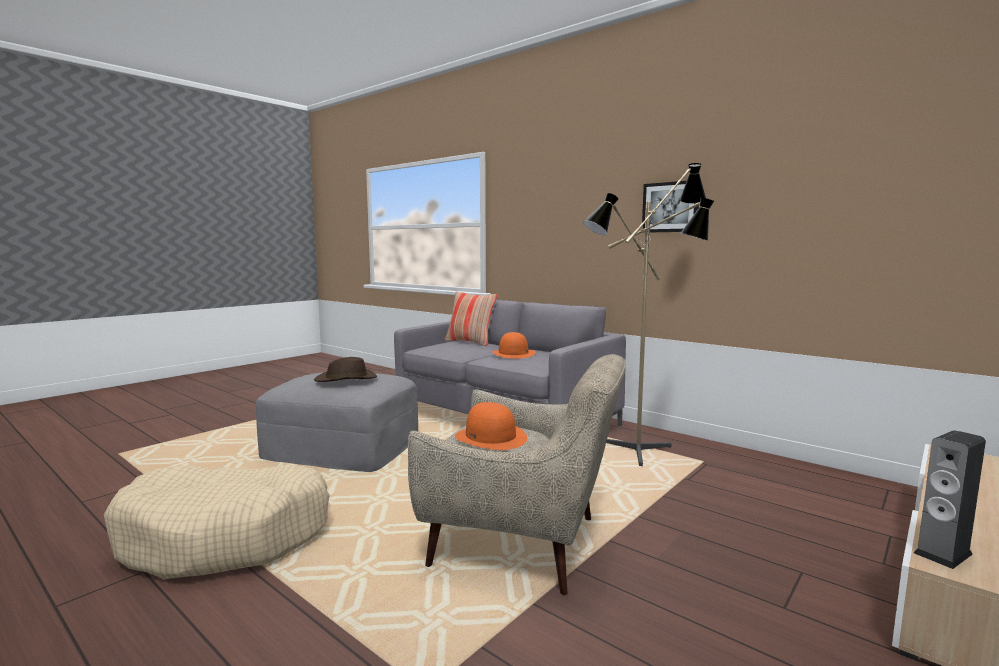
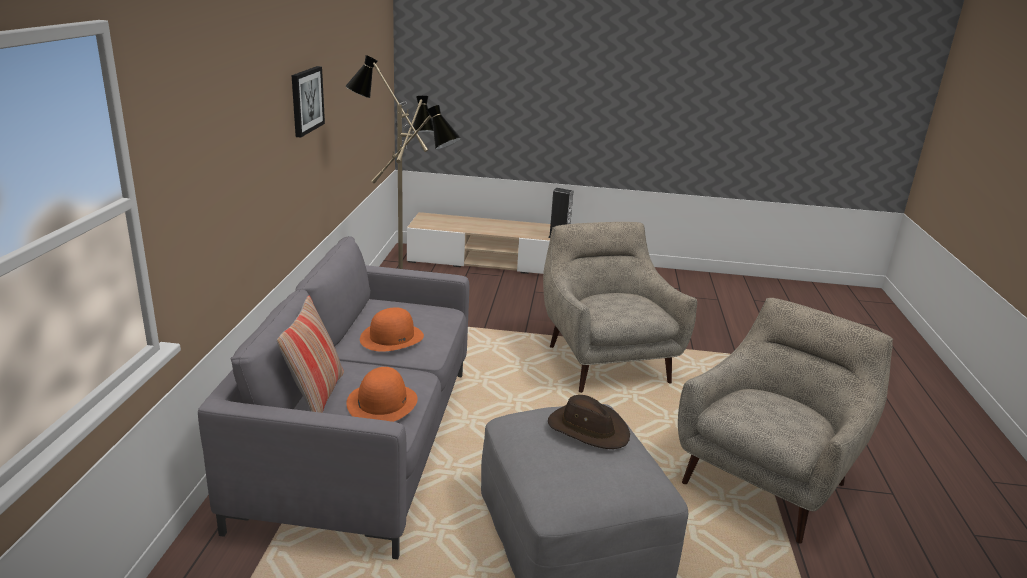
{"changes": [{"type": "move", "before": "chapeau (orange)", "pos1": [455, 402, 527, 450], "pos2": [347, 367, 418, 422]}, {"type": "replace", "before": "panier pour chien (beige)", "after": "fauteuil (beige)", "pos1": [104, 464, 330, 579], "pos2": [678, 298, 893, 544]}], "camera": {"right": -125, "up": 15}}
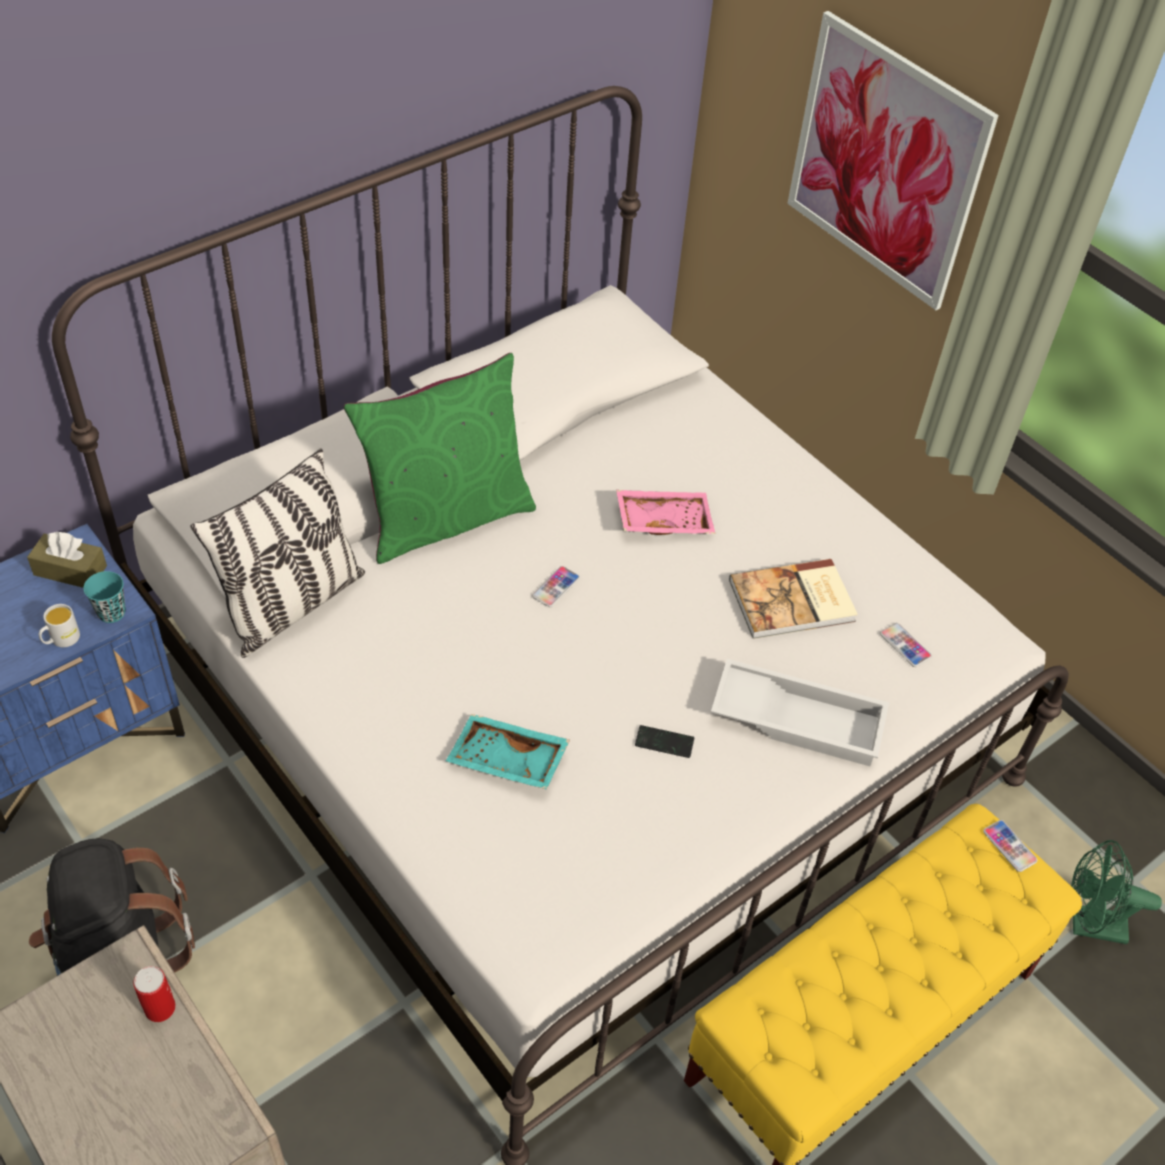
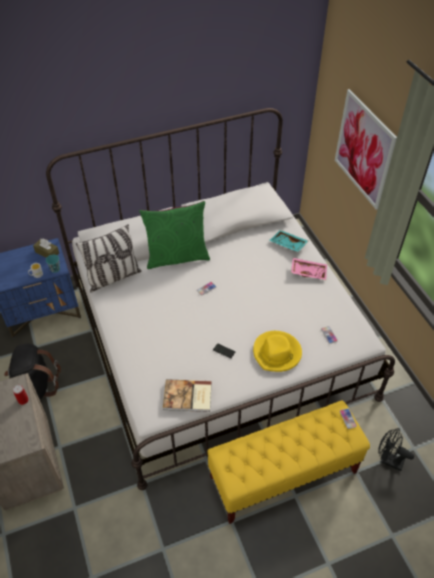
{"changes": [{"type": "move", "before": "livre", "pos1": [729, 559, 858, 639], "pos2": [163, 379, 212, 412]}, {"type": "replace", "before": "plateau (blanc)", "after": "chapeau (jaune)", "pos1": [711, 659, 889, 766], "pos2": [253, 331, 302, 372]}, {"type": "move", "before": "plateau (turquoise)", "pos1": [446, 714, 570, 790], "pos2": [269, 230, 308, 252]}, {"type": "move", "before": "plateau (rose)", "pos1": [616, 490, 715, 535], "pos2": [291, 258, 327, 280]}, {"type": "recolor", "before": "ventilateur (vert)", "after": "ventilateur (noir)", "pos1": [1071, 840, 1162, 944], "pos2": [378, 428, 414, 471]}], "camera": {"right": 20, "up": 0}}
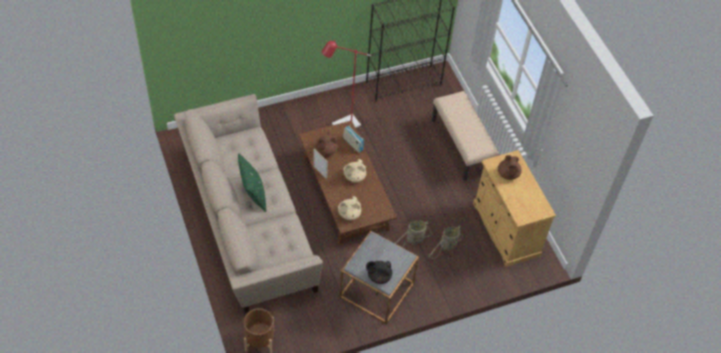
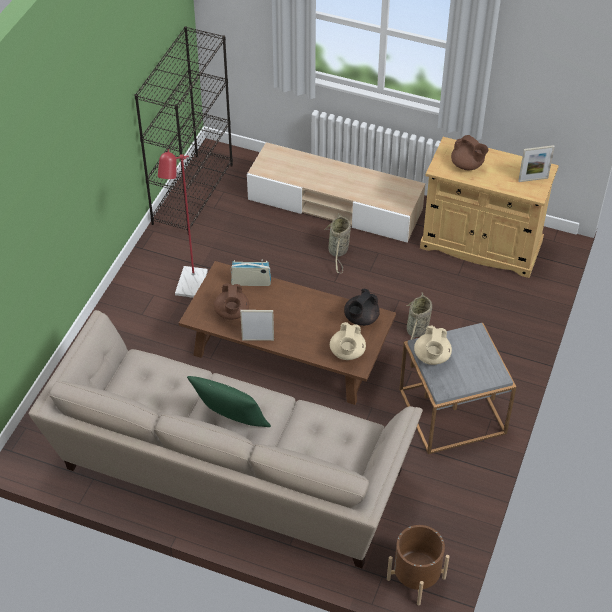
{"changes": [{"type": "replace", "before": "banc (beige)", "after": "meuble télé (beige)", "pos1": [432, 91, 499, 181], "pos2": [247, 142, 425, 243]}, {"type": "move", "before": "panier", "pos1": [429, 225, 463, 259], "pos2": [324, 213, 351, 273]}, {"type": "move", "before": "théière (noir)", "pos1": [366, 261, 392, 284], "pos2": [344, 289, 380, 326]}, {"type": "move", "before": "théière (beige)", "pos1": [343, 159, 366, 182], "pos2": [414, 326, 452, 365]}, {"type": "insert", "after": "cadre photo", "pos2": [518, 145, 555, 182]}], "camera": {"right": -45, "up": -5}}
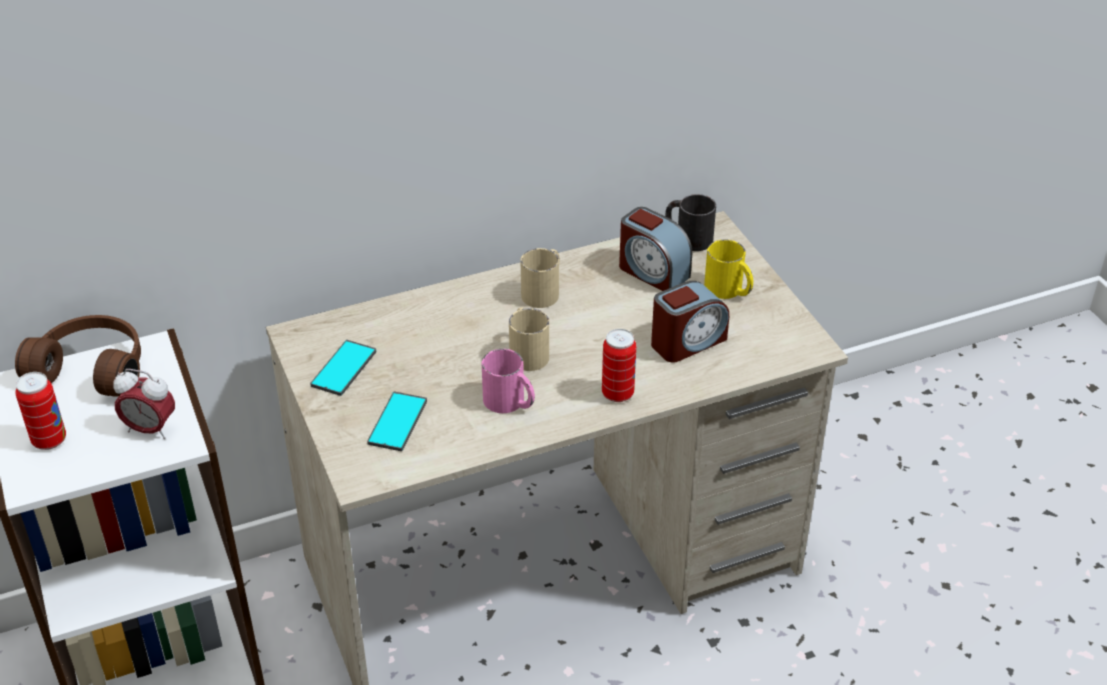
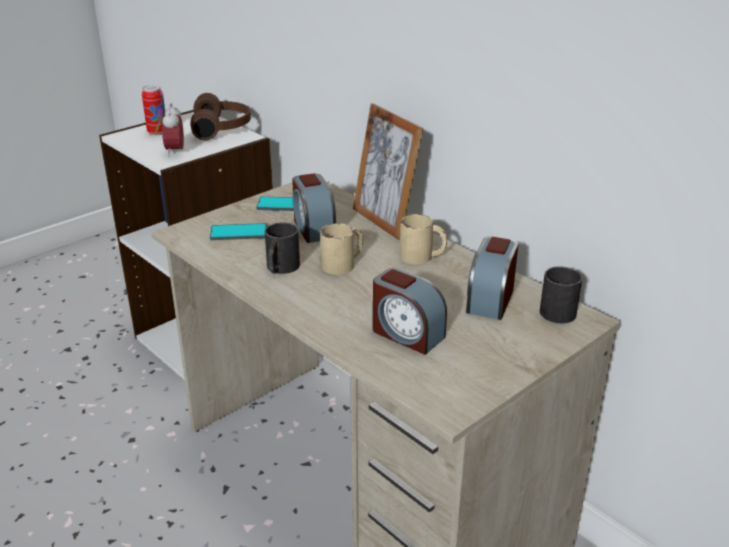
{"changes": [{"type": "recolor", "before": "mug (rose)", "after": "mug (noir)", "pos1": [482, 349, 535, 413], "pos2": [265, 222, 300, 274]}, {"type": "insert", "after": "réveil", "pos2": [292, 173, 336, 243]}, {"type": "insert", "after": "cadre photo", "pos2": [353, 103, 423, 240]}, {"type": "delete", "before": "boîte métallique", "pos1": [602, 329, 636, 402]}, {"type": "delete", "before": "mug (jaune)", "pos1": [704, 240, 753, 299]}], "camera": {"right": 70, "up": -10}}
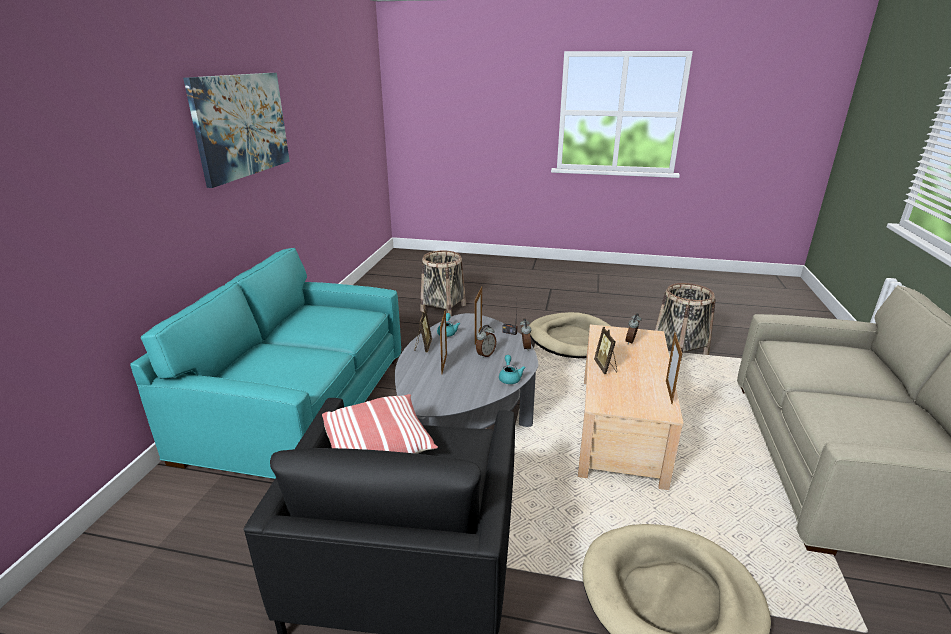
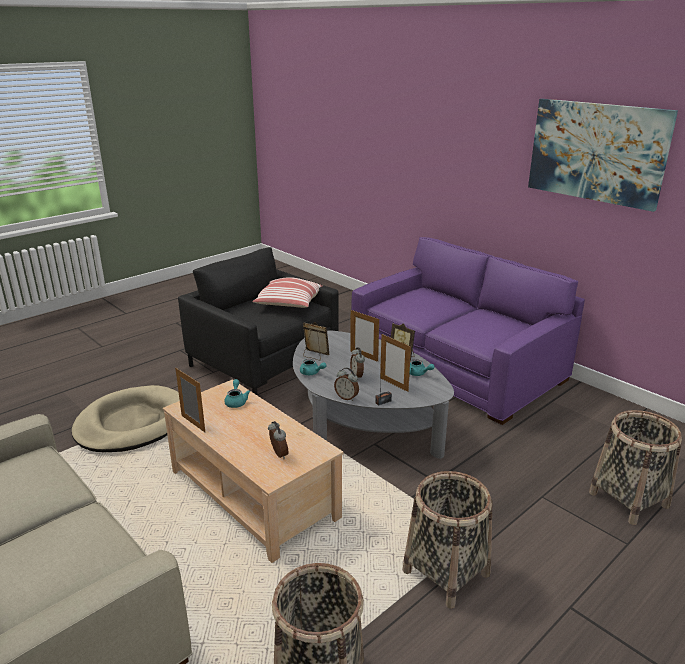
{"changes": [{"type": "insert", "after": "théière (turquoise)", "pos2": [224, 379, 251, 408]}, {"type": "move", "before": "cadre photo", "pos1": [594, 327, 617, 374], "pos2": [303, 322, 329, 360]}, {"type": "recolor", "before": "canapé (turquoise)", "after": "canapé (violet)", "pos1": [130, 248, 401, 479], "pos2": [351, 237, 585, 425]}, {"type": "replace", "before": "panier pour chien (beige)", "after": "panier", "pos1": [529, 312, 610, 358], "pos2": [402, 471, 493, 609]}], "camera": {"right": 125, "up": 0}}
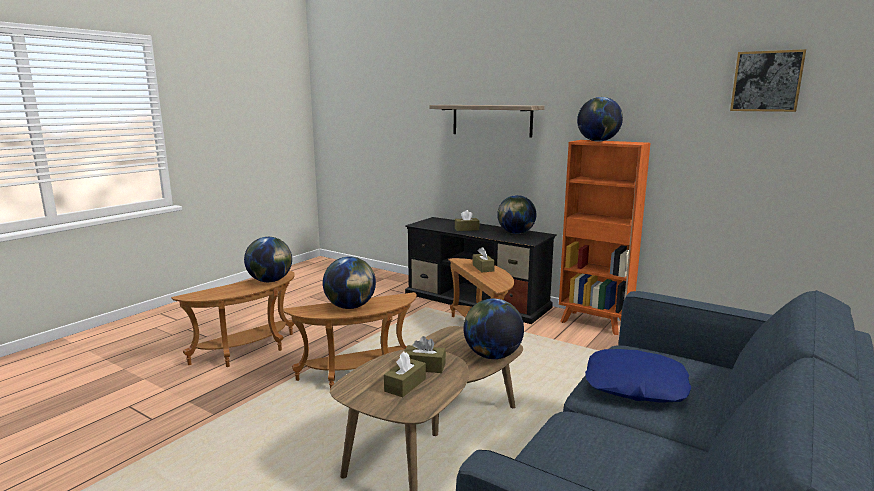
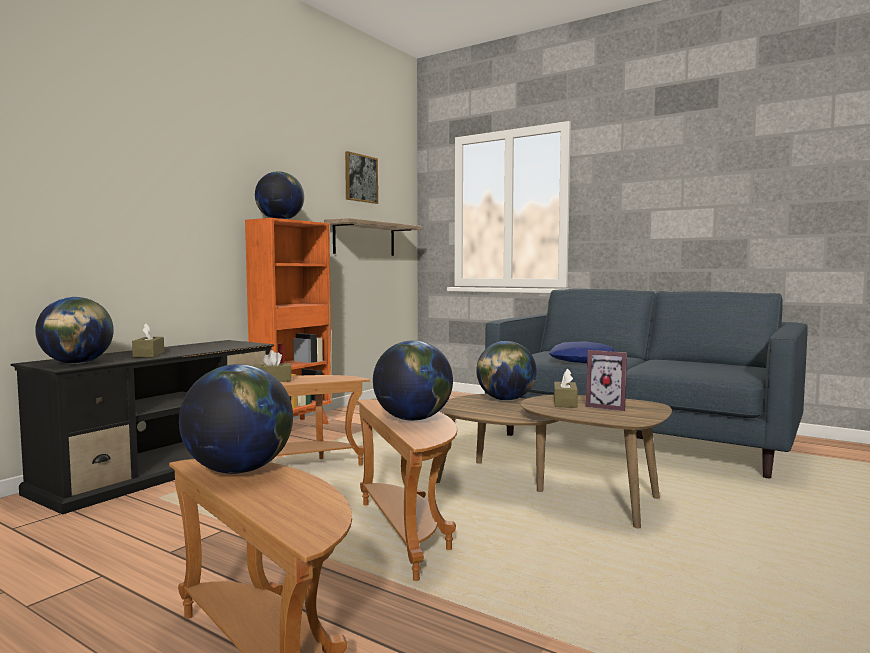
{"changes": [{"type": "move", "before": "globe", "pos1": [497, 195, 536, 234], "pos2": [35, 297, 114, 364]}, {"type": "move", "before": "étagère", "pos1": [429, 105, 545, 138], "pos2": [324, 218, 422, 256]}, {"type": "replace", "before": "boîte à mouchoirs (marron)", "after": "cadre photo", "pos1": [384, 352, 426, 397], "pos2": [586, 350, 627, 411]}], "camera": {"right": -90, "up": -10}}
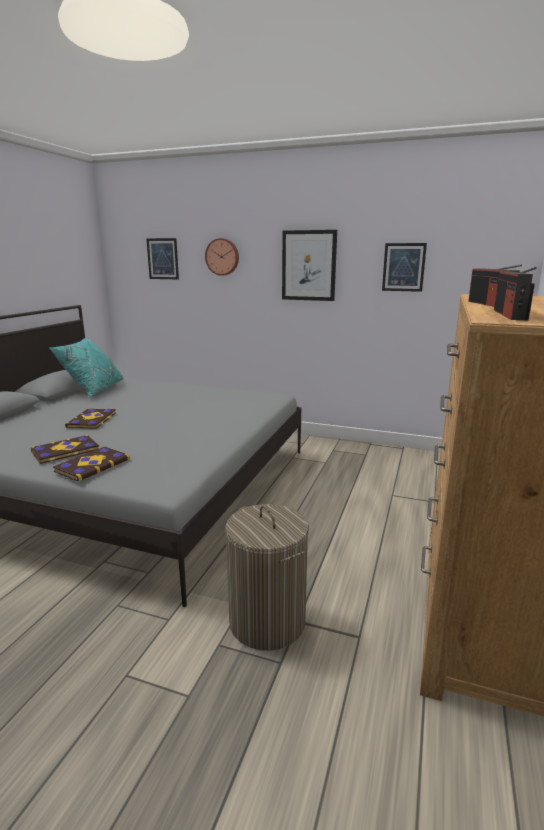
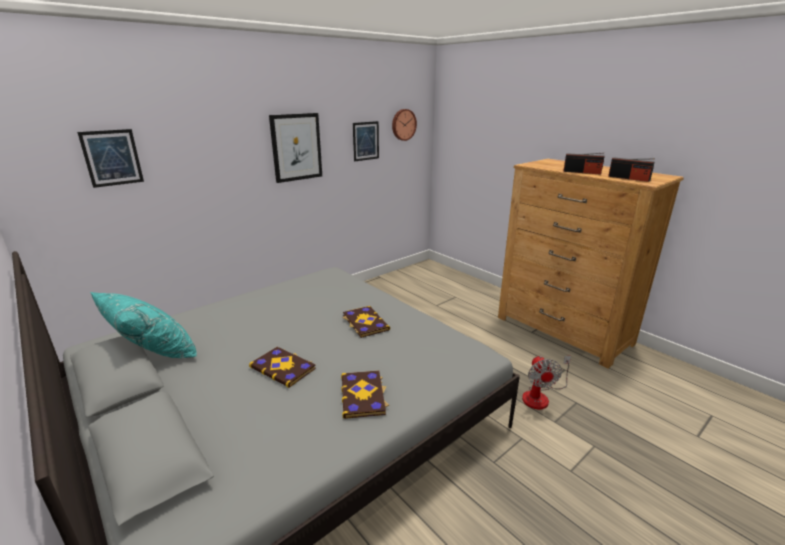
{"changes": [{"type": "move", "before": "livre", "pos1": [53, 447, 130, 482], "pos2": [342, 306, 390, 338]}, {"type": "move", "before": "horloge murale", "pos1": [205, 238, 239, 276], "pos2": [392, 109, 417, 141]}, {"type": "replace", "before": "panier à linge", "after": "ventilateur", "pos1": [225, 504, 309, 651], "pos2": [522, 356, 571, 409]}], "camera": {"right": -60, "up": 5}}
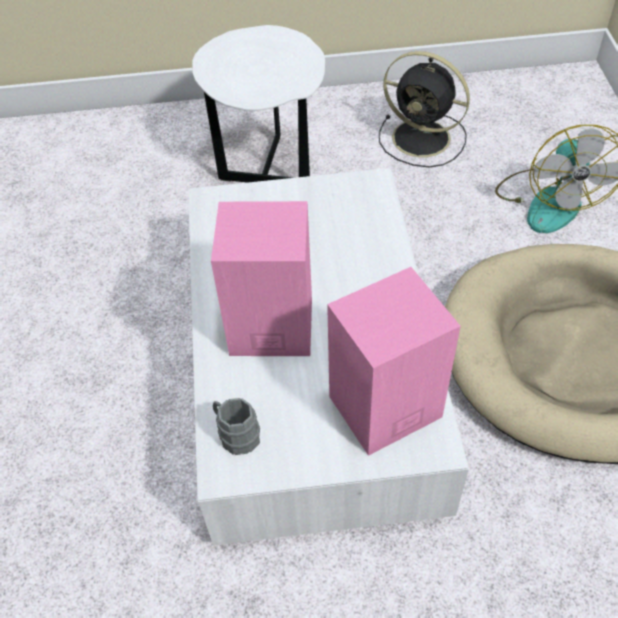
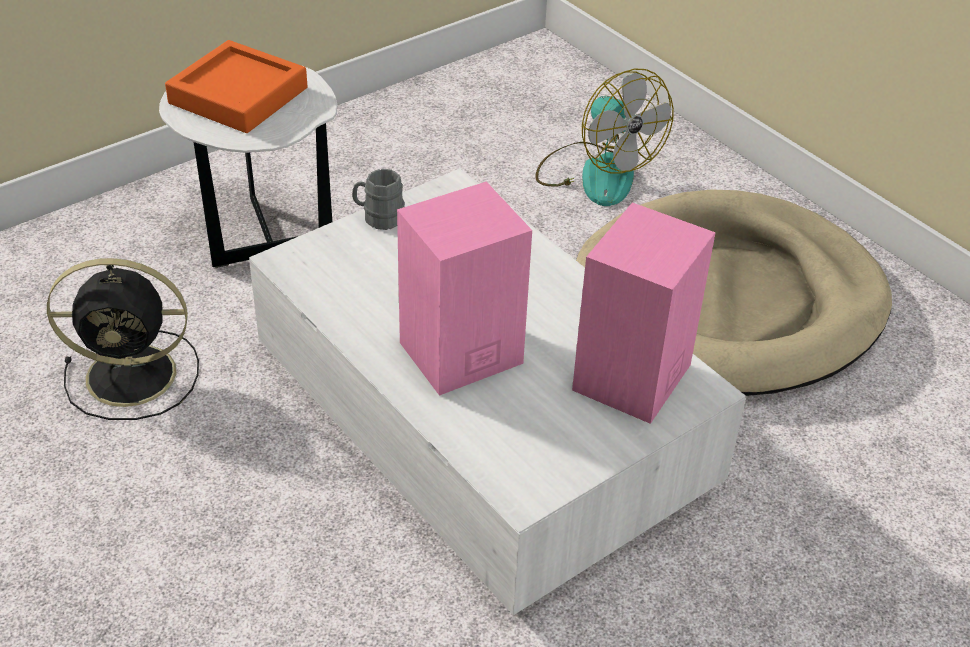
{"changes": [{"type": "move", "before": "ventilateur (noir)", "pos1": [379, 51, 470, 168], "pos2": [47, 258, 199, 420]}, {"type": "insert", "after": "plateau (orange)", "pos2": [165, 40, 308, 133]}, {"type": "move", "before": "mug (gris)", "pos1": [213, 398, 260, 455], "pos2": [352, 168, 405, 230]}], "camera": {"right": -35, "up": -10}}
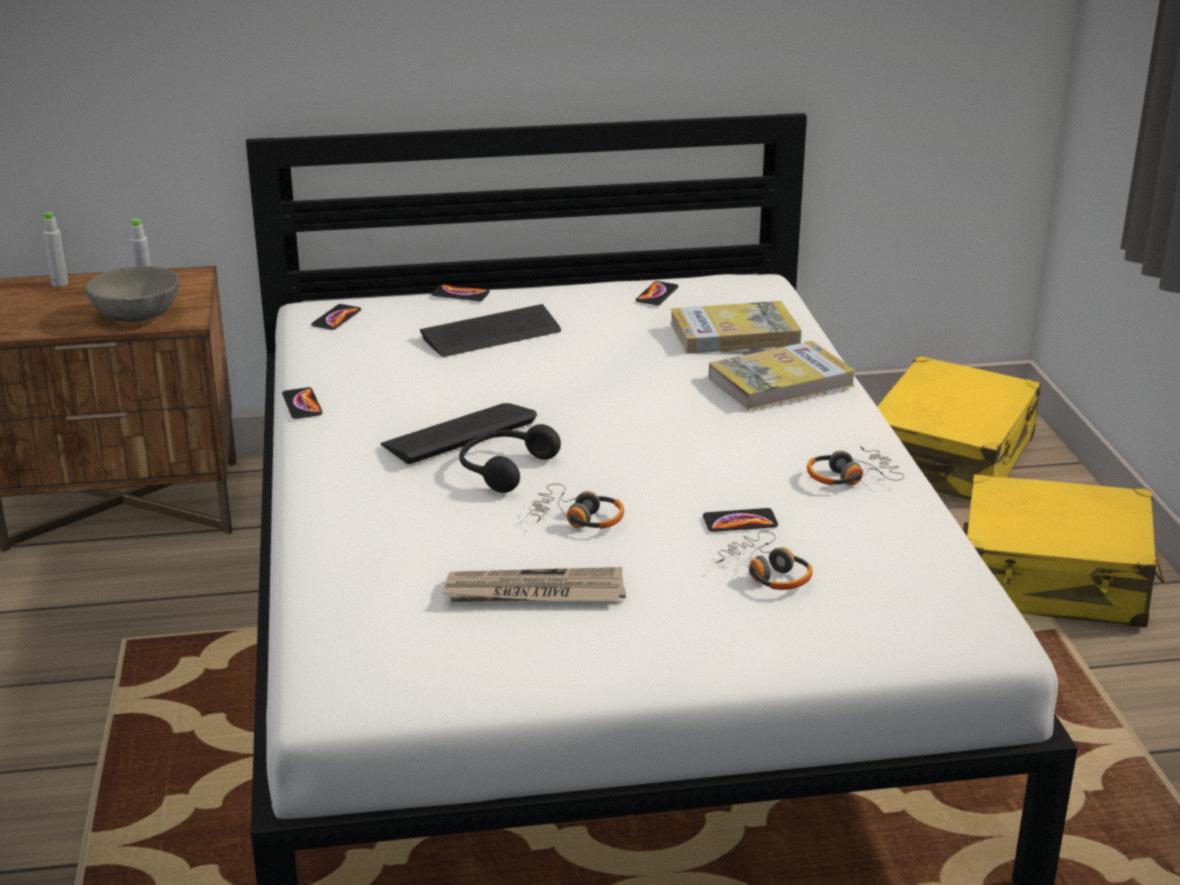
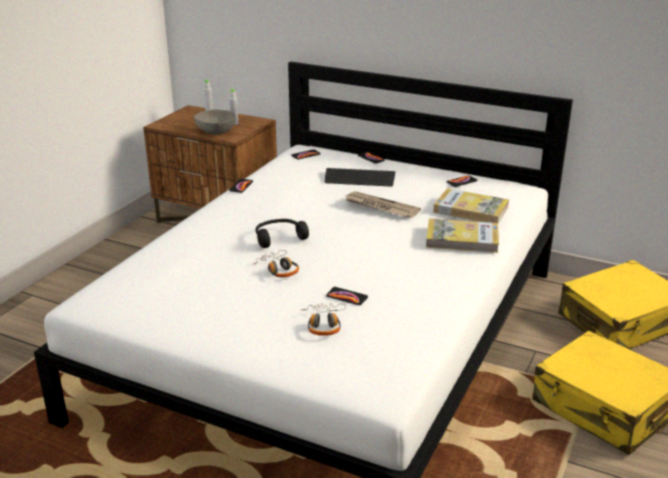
{"changes": [{"type": "move", "before": "journal", "pos1": [444, 567, 626, 602], "pos2": [345, 191, 421, 218]}, {"type": "delete", "before": "clavier", "pos1": [381, 403, 537, 464]}, {"type": "delete", "before": "casque audio", "pos1": [807, 446, 905, 485]}], "camera": {"right": 35, "up": 0}}
